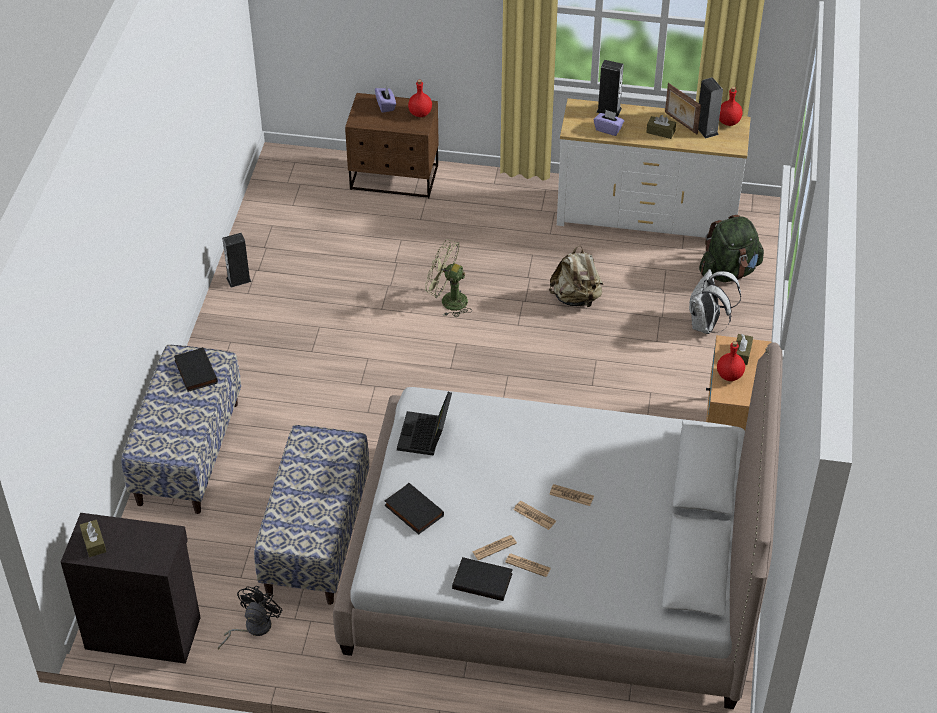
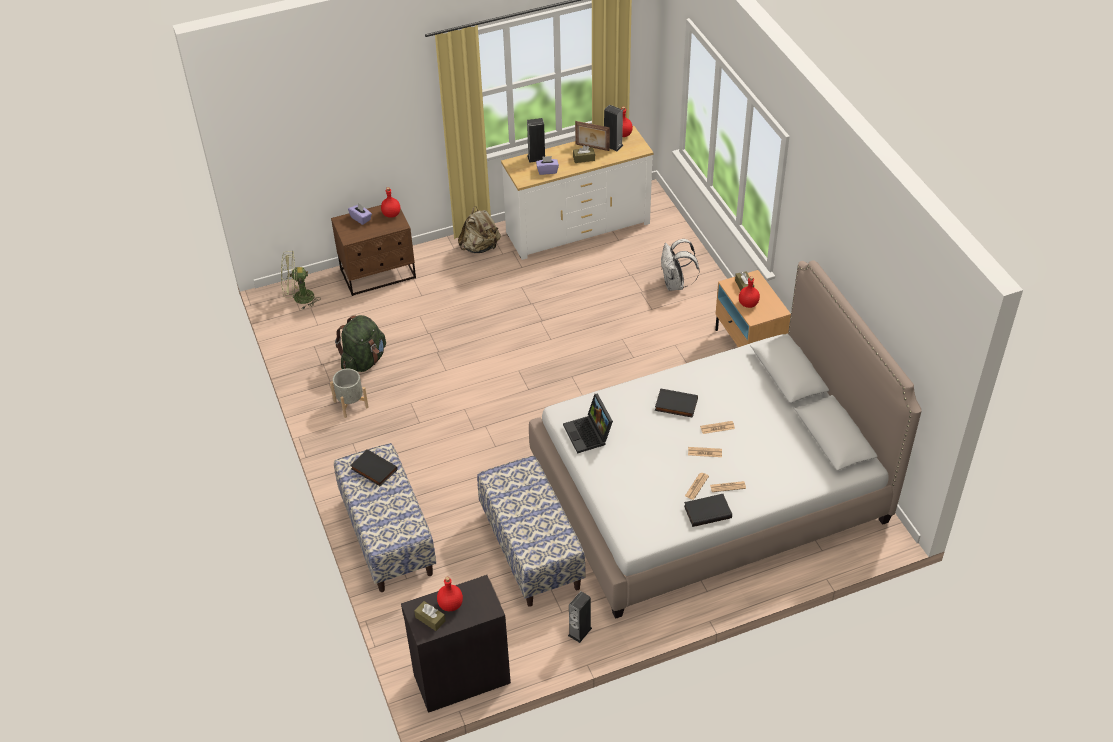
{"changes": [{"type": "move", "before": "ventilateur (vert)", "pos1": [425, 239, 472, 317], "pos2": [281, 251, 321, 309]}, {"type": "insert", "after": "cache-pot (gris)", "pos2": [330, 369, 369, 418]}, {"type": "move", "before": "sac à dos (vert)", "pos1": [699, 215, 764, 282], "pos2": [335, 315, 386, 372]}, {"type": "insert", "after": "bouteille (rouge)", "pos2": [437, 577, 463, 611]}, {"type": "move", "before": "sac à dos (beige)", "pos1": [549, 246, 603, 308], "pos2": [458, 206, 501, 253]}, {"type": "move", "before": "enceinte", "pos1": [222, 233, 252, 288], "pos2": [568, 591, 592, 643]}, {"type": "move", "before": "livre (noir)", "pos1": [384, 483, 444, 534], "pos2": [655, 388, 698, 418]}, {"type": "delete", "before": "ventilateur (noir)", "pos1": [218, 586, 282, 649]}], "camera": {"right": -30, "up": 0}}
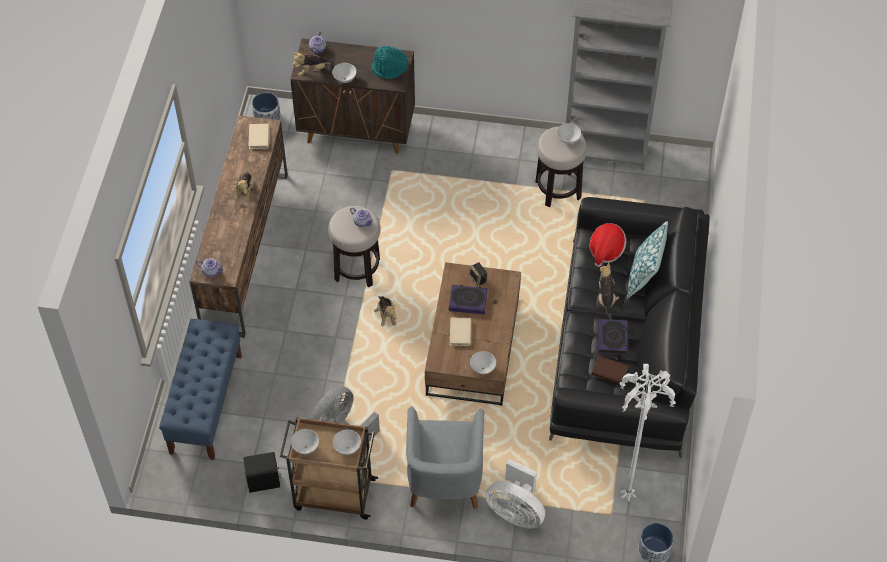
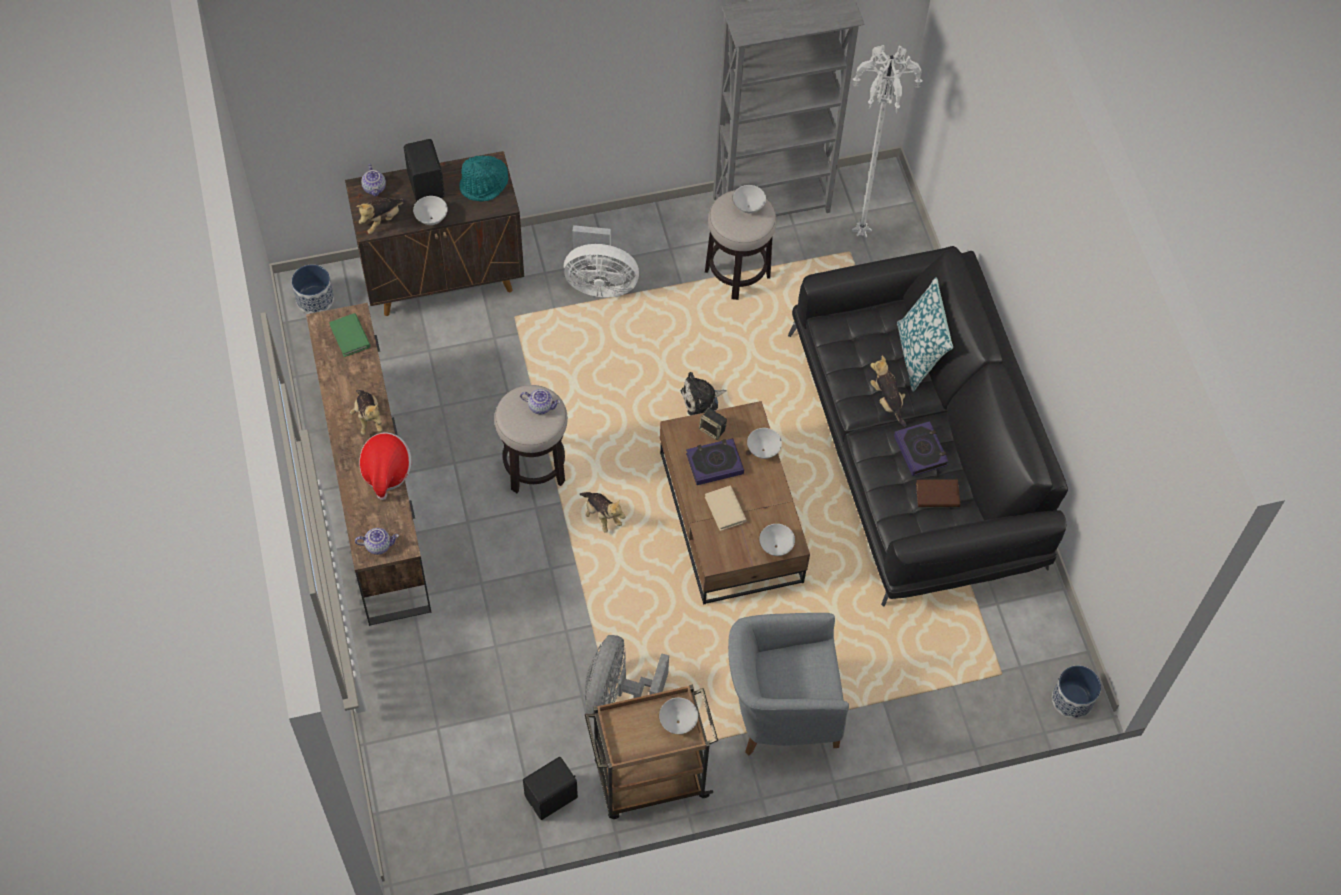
{"changes": [{"type": "recolor", "before": "livre (beige)", "after": "livre (vert)", "pos1": [249, 124, 269, 149], "pos2": [329, 313, 371, 357]}, {"type": "move", "before": "chapeau", "pos1": [590, 223, 626, 267], "pos2": [359, 432, 411, 500]}, {"type": "insert", "after": "enceinte (noir)", "pos2": [404, 139, 445, 202]}, {"type": "move", "before": "ventilateur (blanc)", "pos1": [485, 459, 545, 529], "pos2": [563, 225, 639, 298]}, {"type": "insert", "after": "peluche", "pos2": [681, 372, 727, 415]}, {"type": "rotate", "before": "fauteuil (gris)", "pos1": [406, 406, 484, 509], "pos2": [728, 613, 849, 756], "turn": 105}, {"type": "move", "before": "bol (blanc)", "pos1": [291, 429, 319, 454], "pos2": [747, 428, 782, 459]}, {"type": "move", "before": "lampadaire (blanc)", "pos1": [620, 364, 676, 501], "pos2": [852, 45, 923, 238]}, {"type": "delete", "before": "banc (bleu)", "pos1": [159, 319, 242, 460]}], "camera": {"right": -25, "up": 5}}
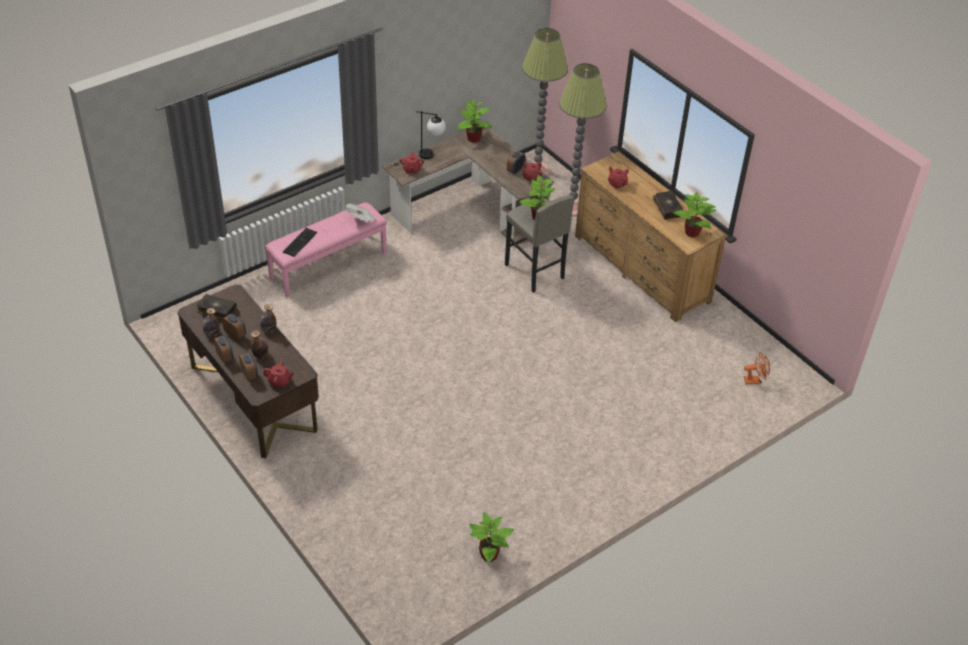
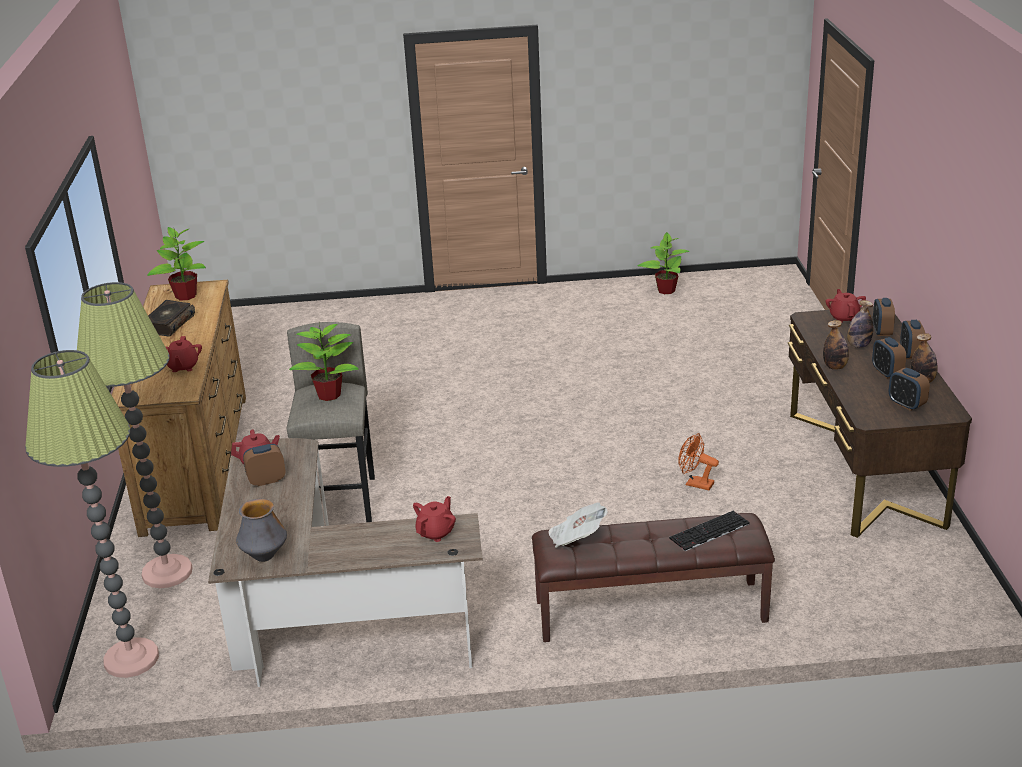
{"changes": [{"type": "replace", "before": "plante en pot", "after": "vase", "pos1": [456, 99, 492, 143], "pos2": [236, 499, 287, 562]}, {"type": "recolor", "before": "banc (rose)", "after": "banc (marron)", "pos1": [265, 203, 387, 298], "pos2": [532, 513, 775, 642]}, {"type": "move", "before": "ventilateur (orange)", "pos1": [744, 352, 770, 384], "pos2": [678, 433, 719, 490]}, {"type": "rotate", "before": "théière (rouge)", "pos1": [263, 361, 294, 387], "pos2": [826, 289, 866, 322], "turn": 45}, {"type": "replace", "before": "livre", "after": "réveil", "pos1": [196, 294, 237, 320], "pos2": [889, 368, 930, 411]}, {"type": "delete", "before": "lampe de table", "pos1": [416, 111, 446, 159]}], "camera": {"right": -145, "up": -15}}
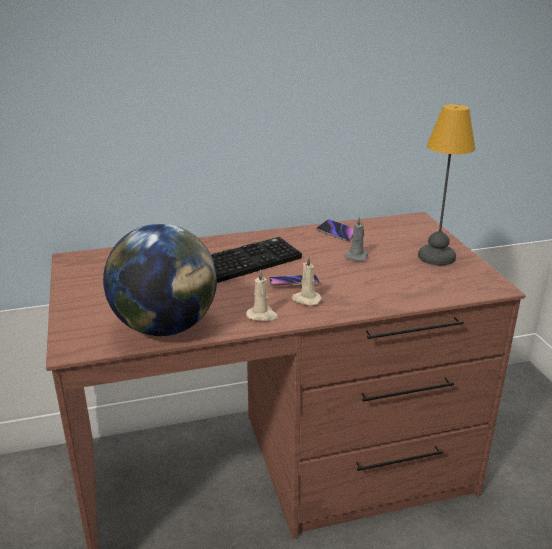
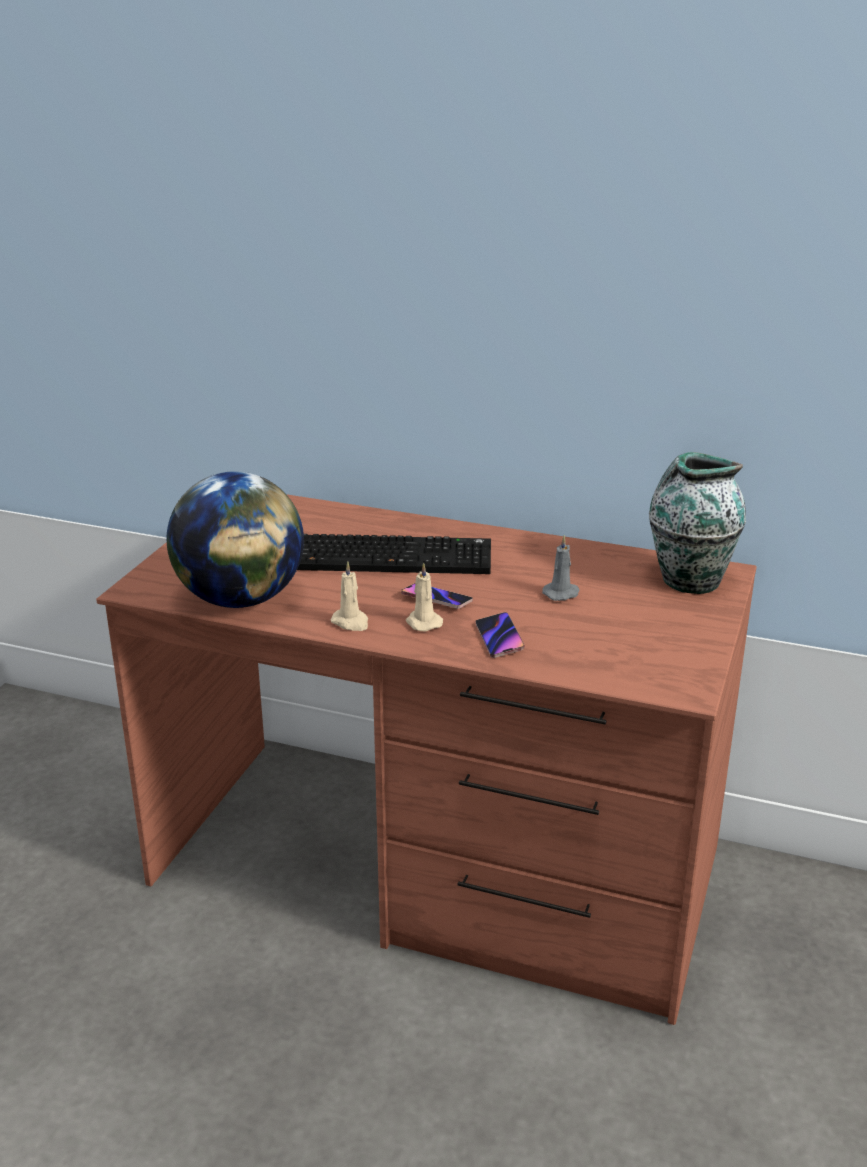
{"changes": [{"type": "move", "before": "téléphone", "pos1": [316, 219, 354, 241], "pos2": [475, 612, 525, 658]}, {"type": "insert", "after": "vase", "pos2": [649, 452, 746, 594]}, {"type": "delete", "before": "lampe de table", "pos1": [418, 104, 475, 265]}], "camera": {"right": 35, "up": 0}}
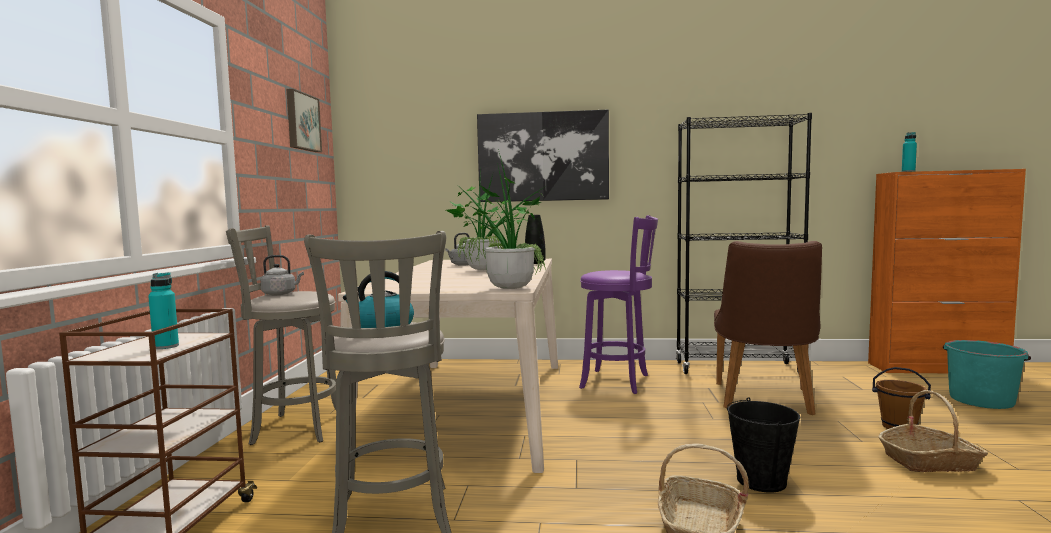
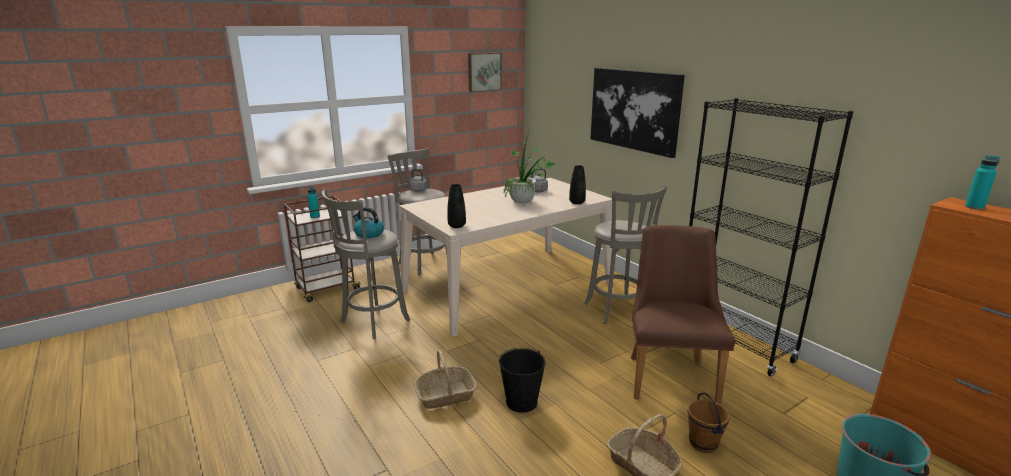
{"changes": [{"type": "replace", "before": "plante en pot", "after": "vase (noir)", "pos1": [446, 149, 546, 289], "pos2": [447, 184, 466, 228]}, {"type": "recolor", "before": "tabouret (violet)", "after": "tabouret (gris)", "pos1": [579, 215, 658, 394], "pos2": [584, 185, 667, 324]}, {"type": "rotate", "before": "chaise (marron)", "pos1": [714, 241, 822, 415], "pos2": [631, 225, 735, 405], "turn": 120}], "camera": {"right": 50, "up": 15}}
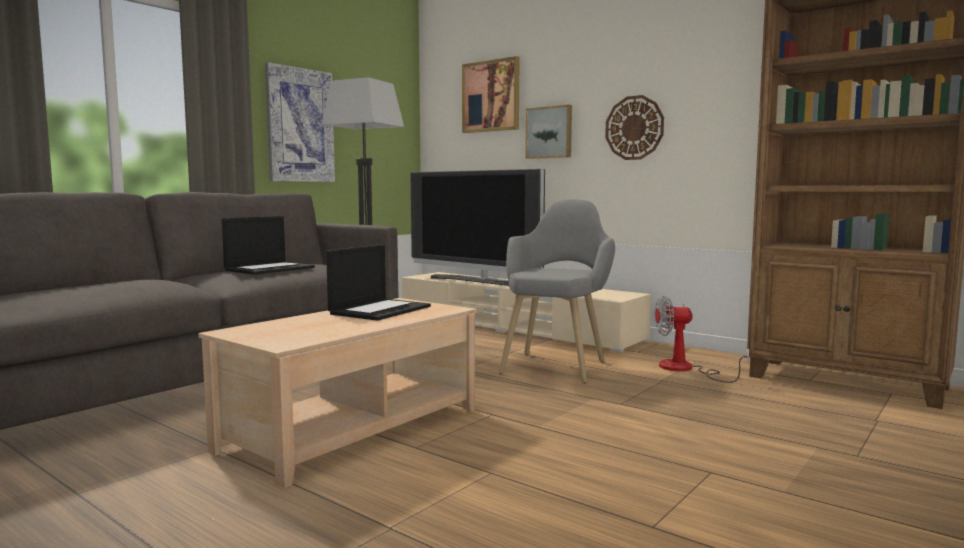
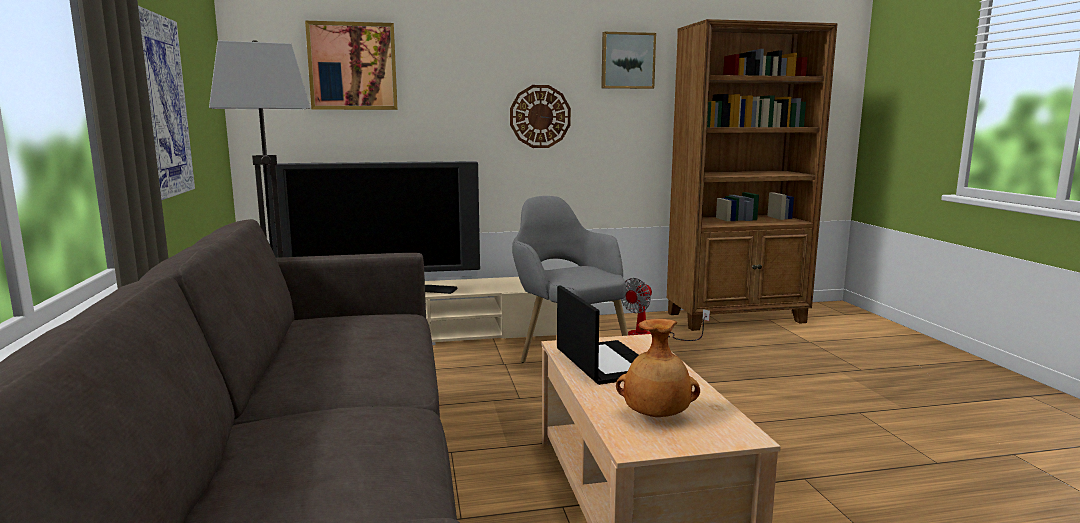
{"changes": [{"type": "move", "before": "tableau", "pos1": [526, 105, 572, 159], "pos2": [601, 32, 656, 89]}, {"type": "insert", "after": "vase (marron)", "pos2": [616, 319, 700, 417]}, {"type": "delete", "before": "ordinateur portable", "pos1": [222, 216, 315, 275]}], "camera": {"right": -50, "up": 5}}
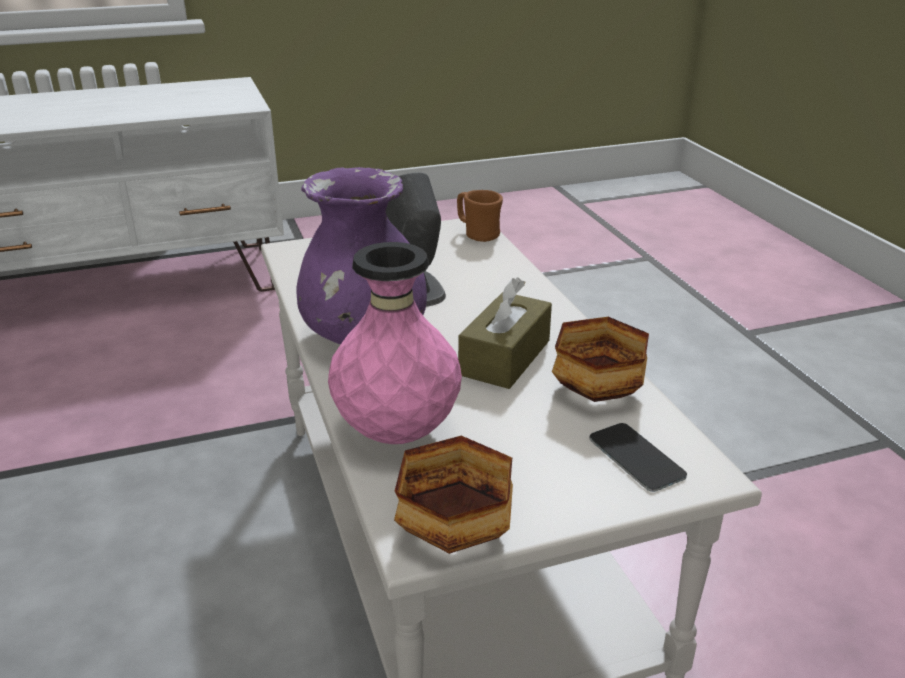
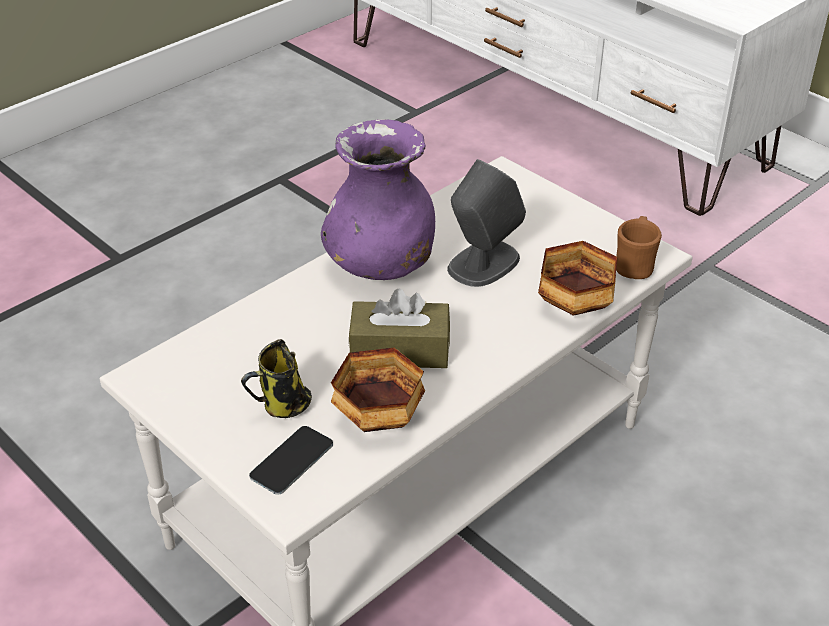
{"changes": [{"type": "insert", "after": "mug", "pos2": [241, 339, 312, 418]}, {"type": "move", "before": "bol", "pos1": [394, 436, 513, 554], "pos2": [538, 241, 617, 316]}, {"type": "delete", "before": "vase (rose)", "pos1": [328, 242, 462, 444]}], "camera": {"right": 65, "up": 10}}
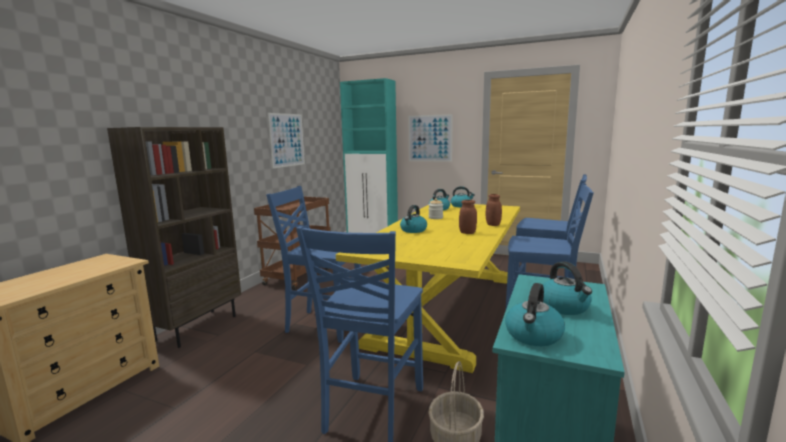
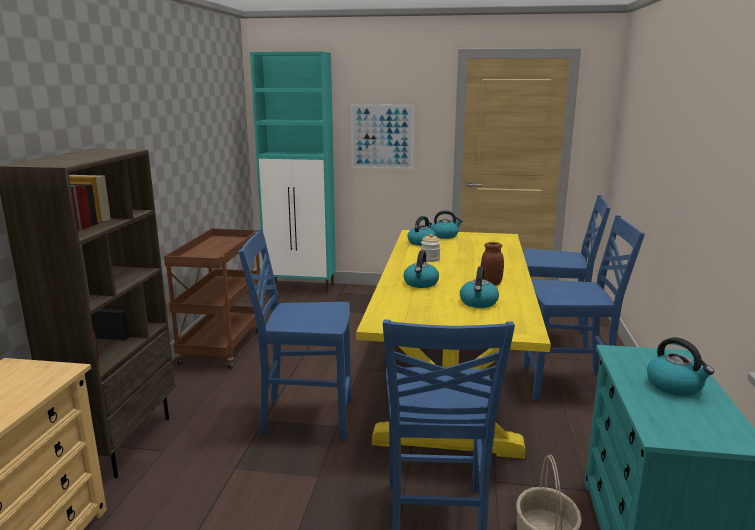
{"changes": [{"type": "move", "before": "bouilloire", "pos1": [505, 283, 565, 346], "pos2": [460, 266, 499, 308]}, {"type": "delete", "before": "tableau", "pos1": [268, 113, 305, 168]}, {"type": "delete", "before": "bocal (marron)", "pos1": [486, 194, 502, 226]}], "camera": {"right": -15, "up": 5}}
